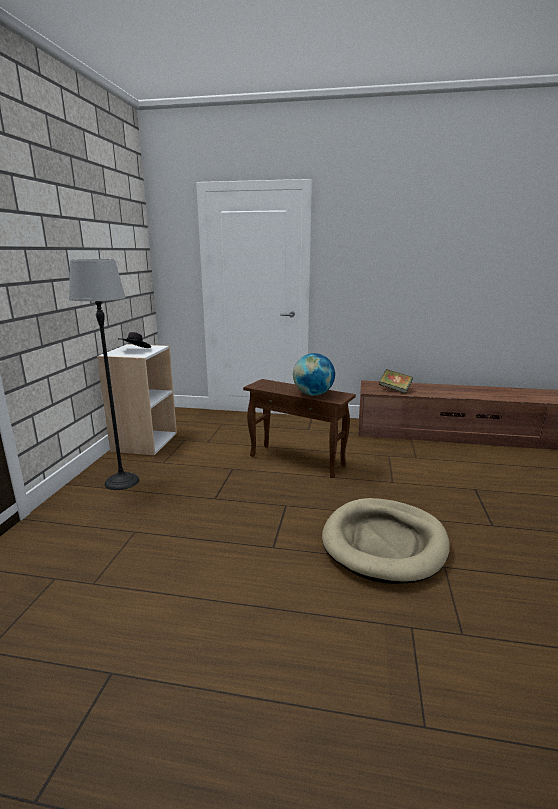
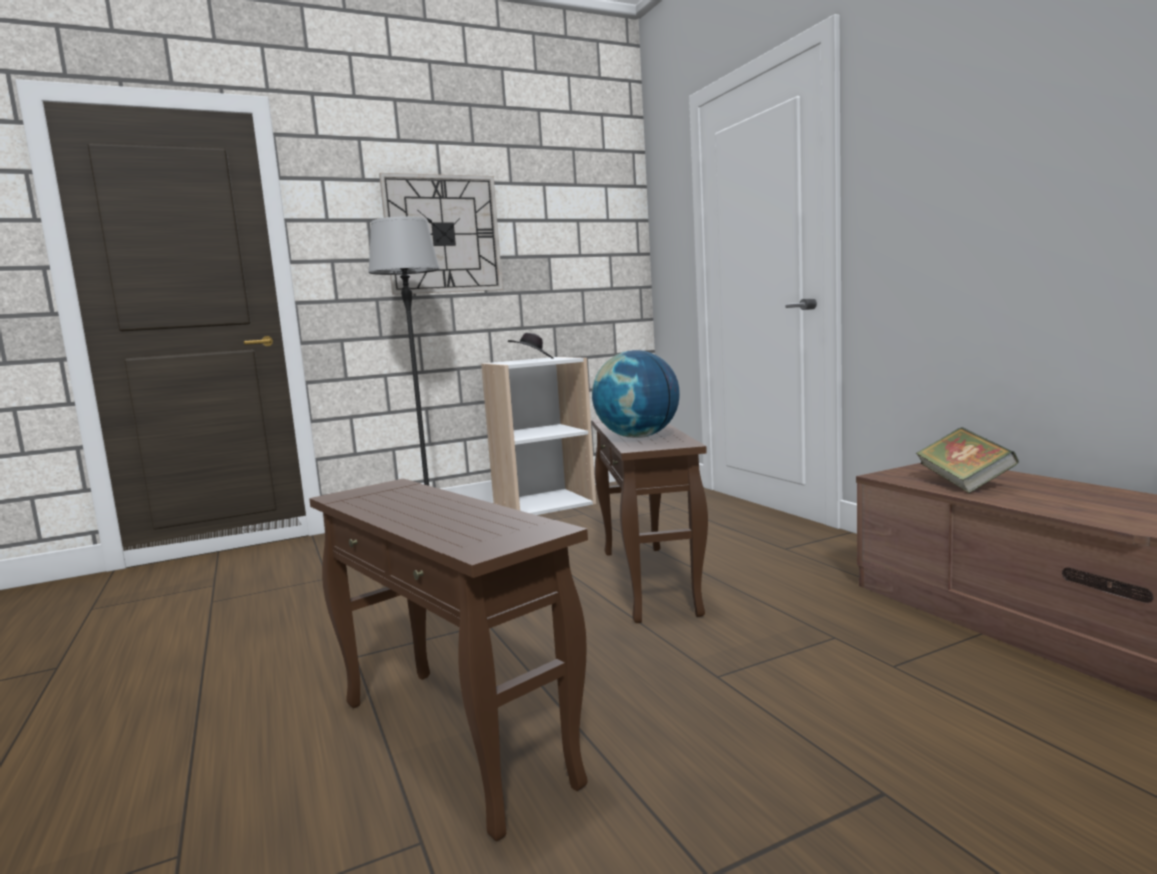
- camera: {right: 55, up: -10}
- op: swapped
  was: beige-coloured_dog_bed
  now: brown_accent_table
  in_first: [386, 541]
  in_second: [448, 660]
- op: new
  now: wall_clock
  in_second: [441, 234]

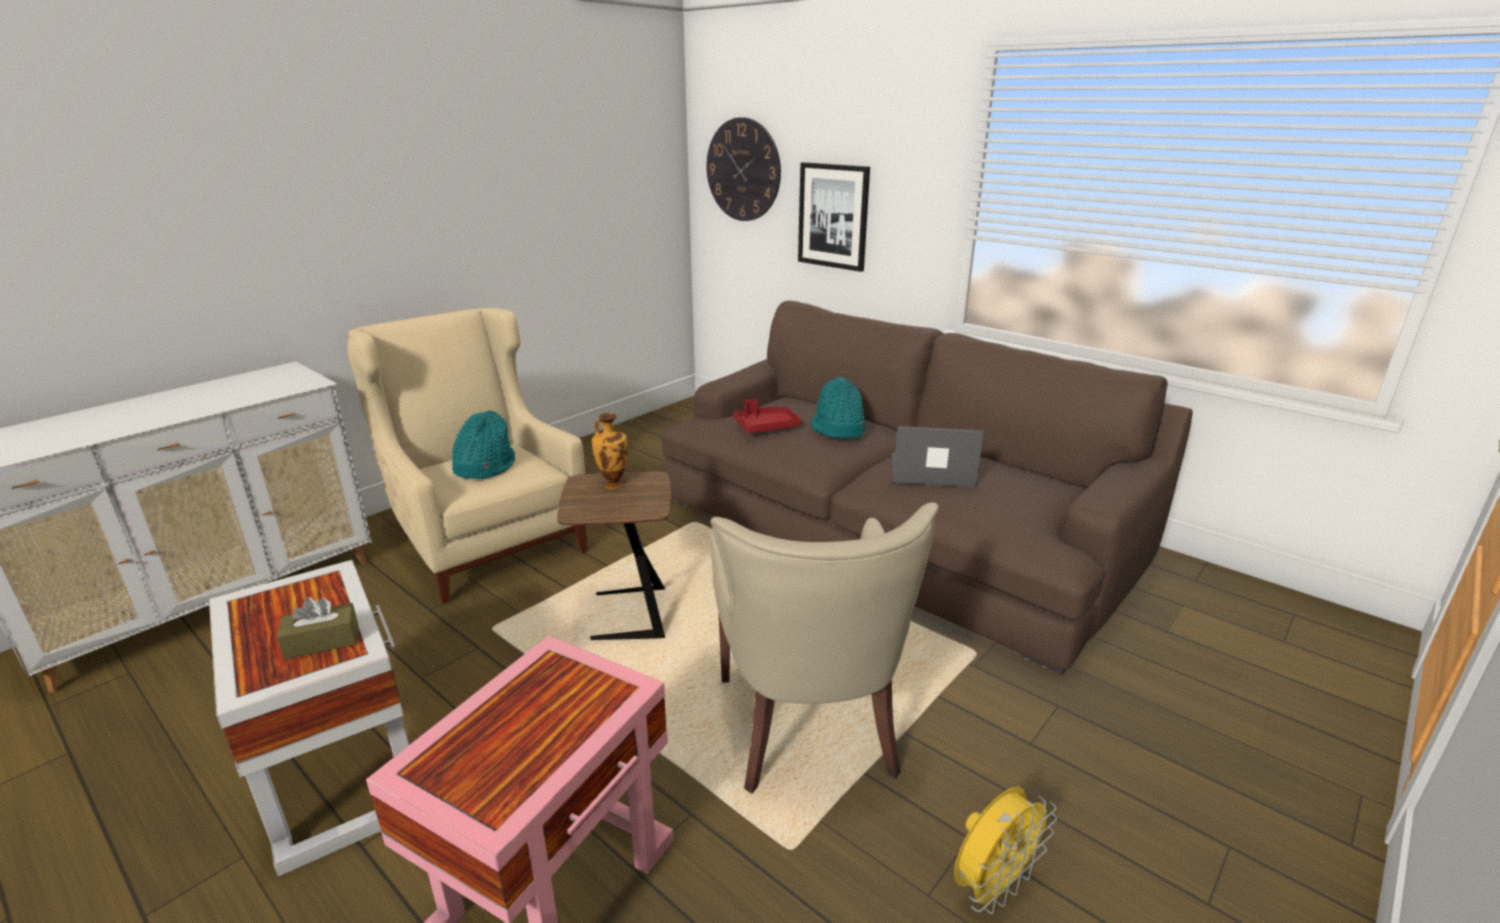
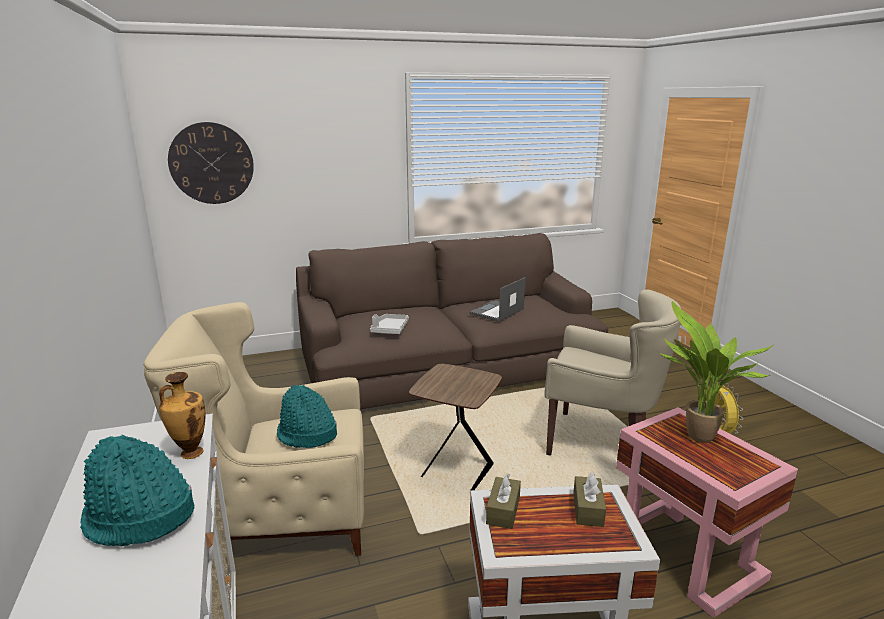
- camera: {right: -60, up: -5}
- op: shifted
  was: decorative_vase
  in_first: [610, 451]
  in_second: [182, 415]
- op: repainted
  was: reddish_tray
  now: grey_tray
  in_first: [767, 416]
  in_second: [389, 324]
- op: gone
  was: wall_picture
  in_first: [834, 217]
- op: shifted
  was: blue-green_hat
  in_first: [838, 407]
  in_second: [137, 491]
- op: new
  now: brown_box_of_tissues
  in_second: [503, 501]
- op: new
  now: houseplant
  in_second: [715, 372]

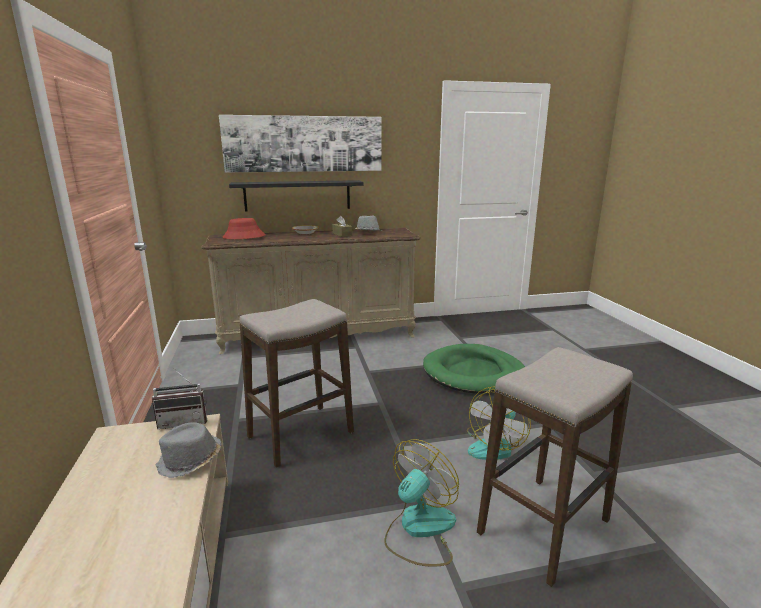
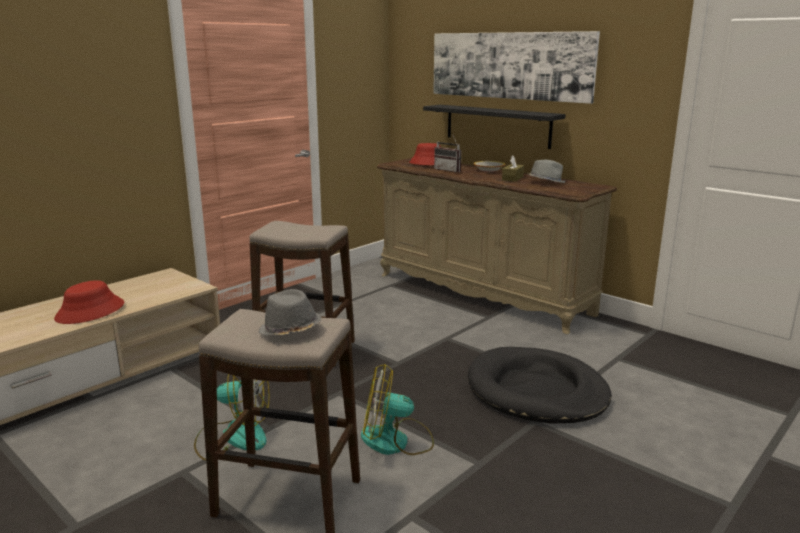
- camera: {right: 55, up: 0}
- op: shifted
  was: radio
  in_first: [179, 398]
  in_second: [448, 154]
- op: shifted
  was: grey_hat
  in_first: [188, 450]
  in_second: [289, 312]
- op: repainted
  was: green_dog_bed
  now: black_dog_bed
  in_first: [474, 369]
  in_second: [540, 385]
- op: new
  now: reddish_hat
  in_second: [89, 302]

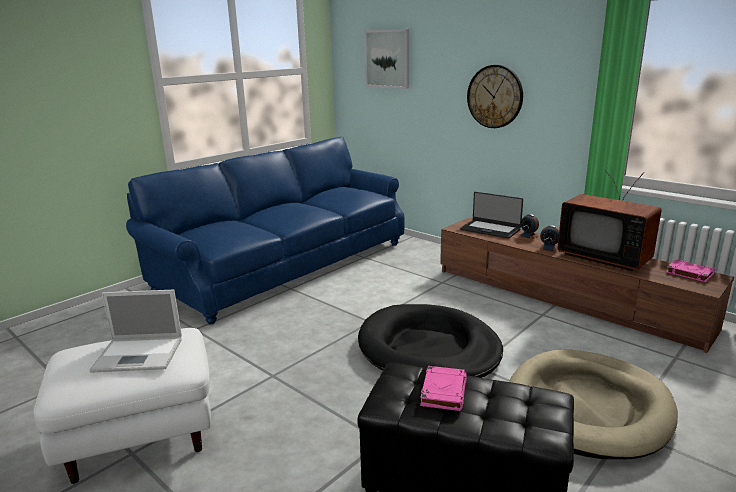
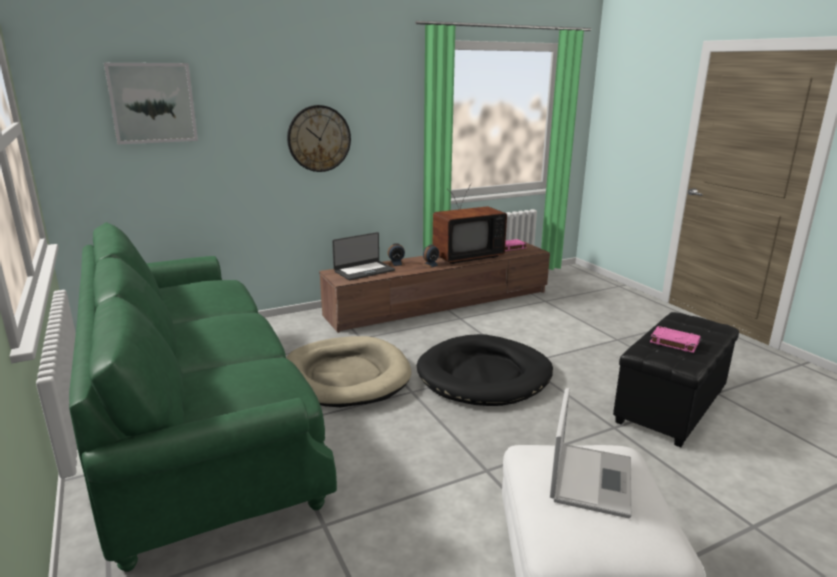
- camera: {right: -70, up: 0}
- op: repainted
  was: blue_sofa
  now: green_sofa
  in_first: [265, 230]
  in_second: [203, 397]
- op: shifted
  was: beige-coloured_dog_bed
  in_first: [593, 404]
  in_second: [348, 371]

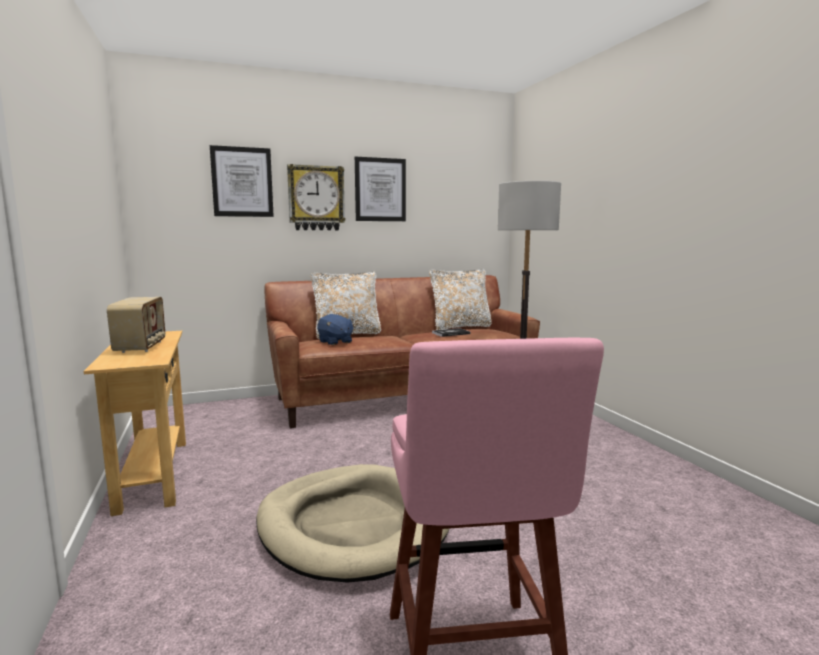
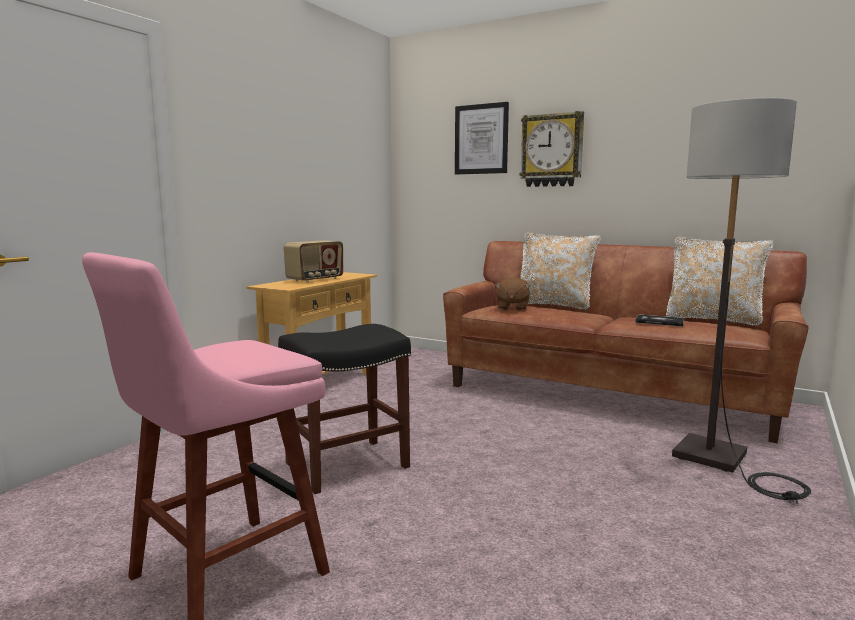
- camera: {right: 50, up: 0}
- op: swapped
  was: beige-coloured_dog_bed
  now: black_stool
  in_first: [352, 523]
  in_second: [344, 409]
- op: repainted
  was: blue_plush_toy
  now: brown_plush_toy
  in_first: [335, 329]
  in_second: [513, 294]
- op: gone
  was: wall_picture
  in_first: [380, 189]

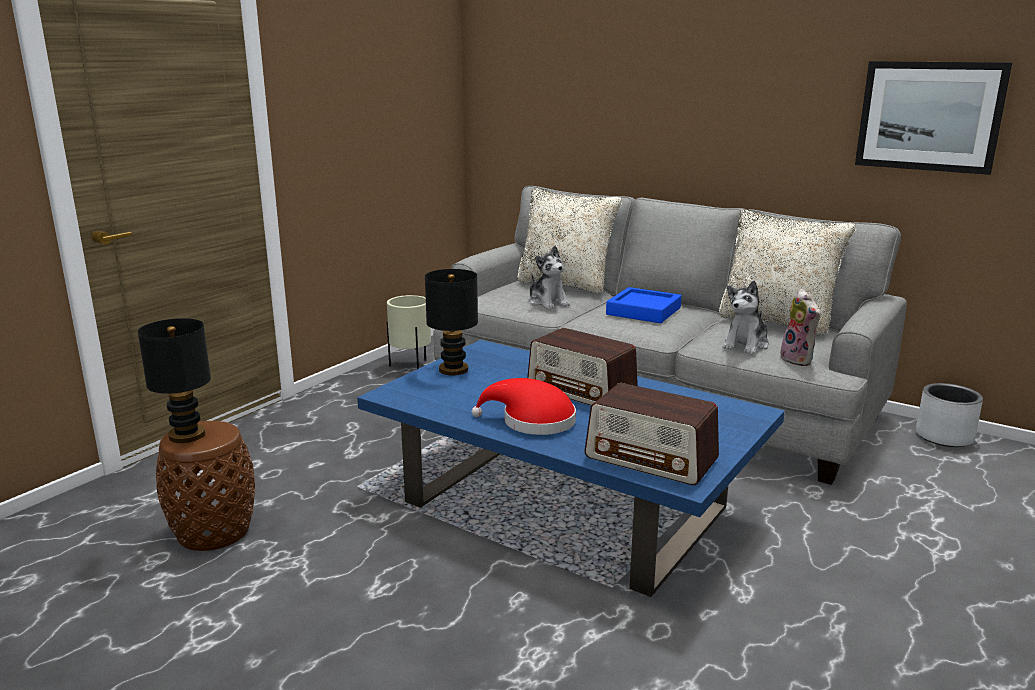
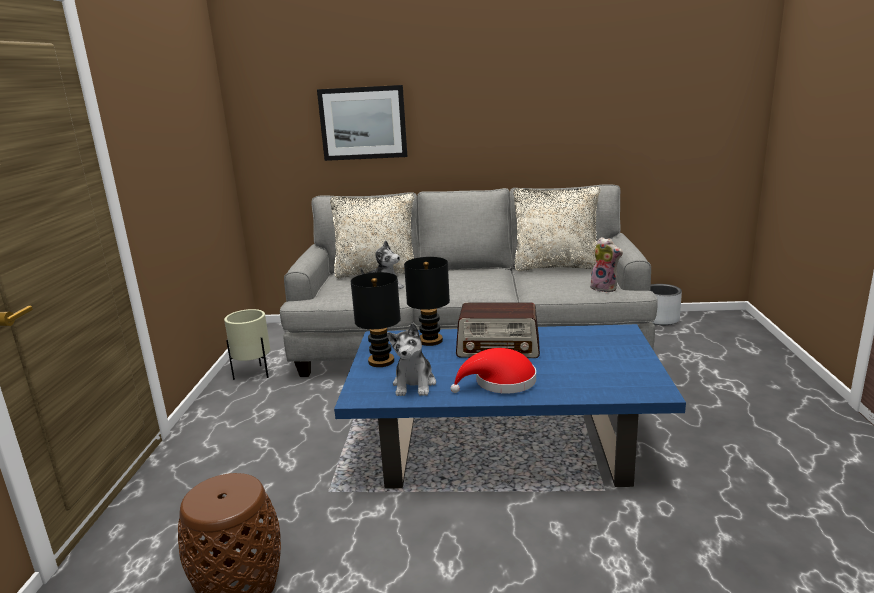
- camera: {right: -30, up: 0}
- op: shifted
  was: black_table_lamp
  in_first: [174, 380]
  in_second: [427, 301]
- op: gone
  was: radio
  in_first: [651, 434]
- op: gone
  was: blue_tray
  in_first: [644, 305]
- op: shifted
  was: plush_toy
  in_first: [746, 318]
  in_second: [411, 359]
- op: shifted
  was: wall_picture
  in_first: [933, 118]
  in_second: [362, 123]

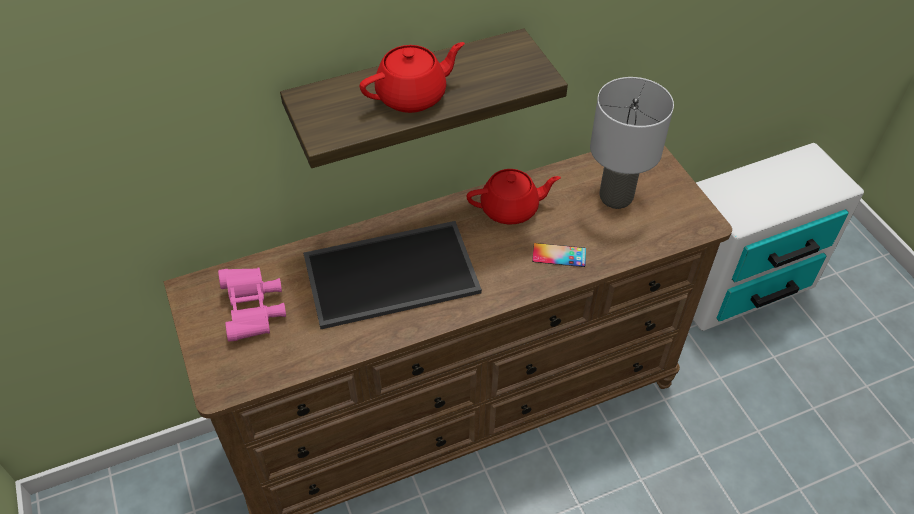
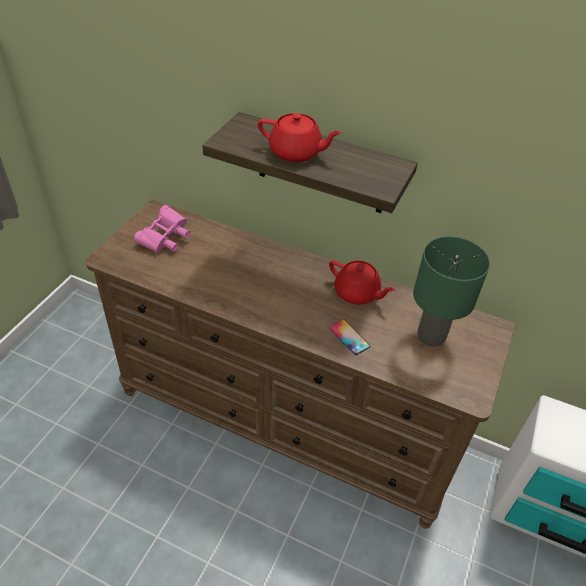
- camera: {right: 45, up: -5}
- op: gone
  was: tray
  in_first: [392, 275]
- op: repainted
  was: whitish_table_lamp
  now: green_table_lamp
  in_first: [632, 143]
  in_second: [451, 291]

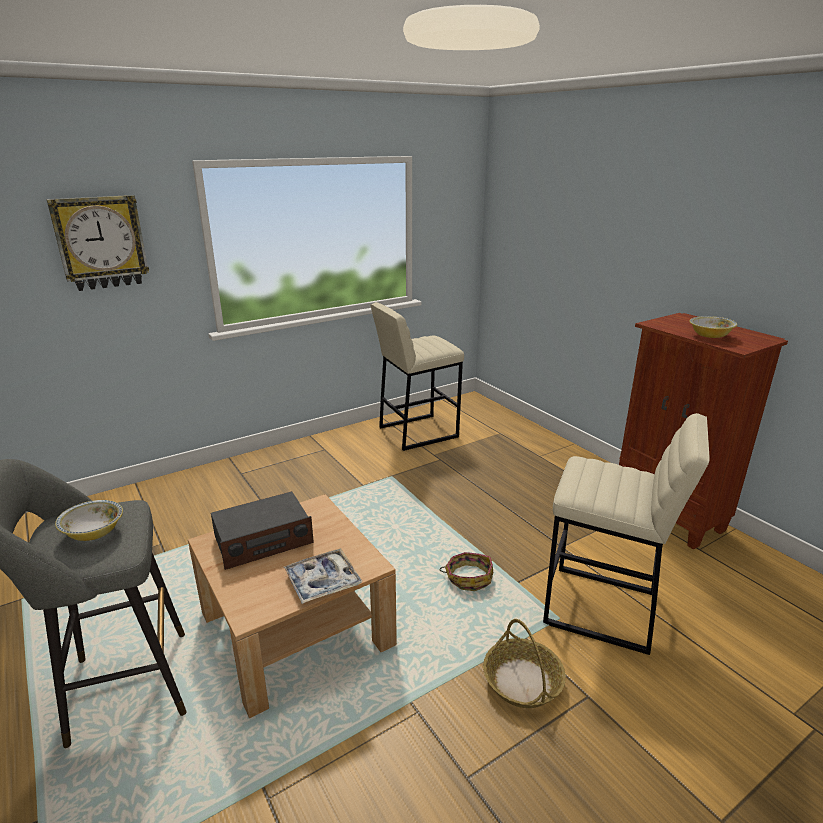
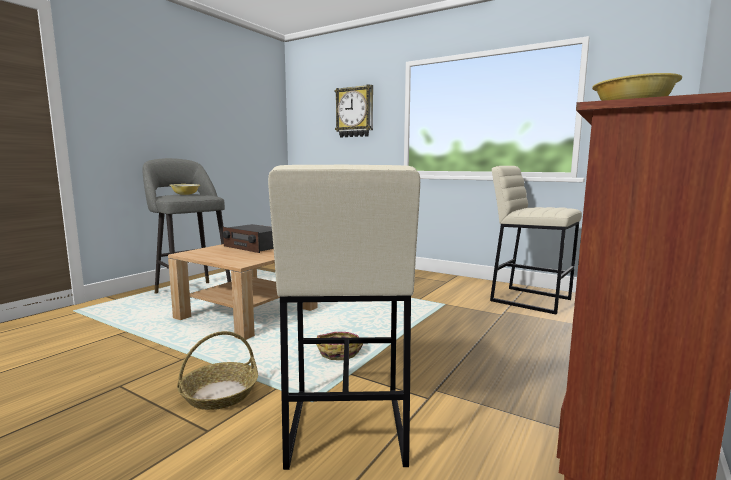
- camera: {right: 65, up: -15}
- op: gone
  was: tray
  in_first: [323, 576]

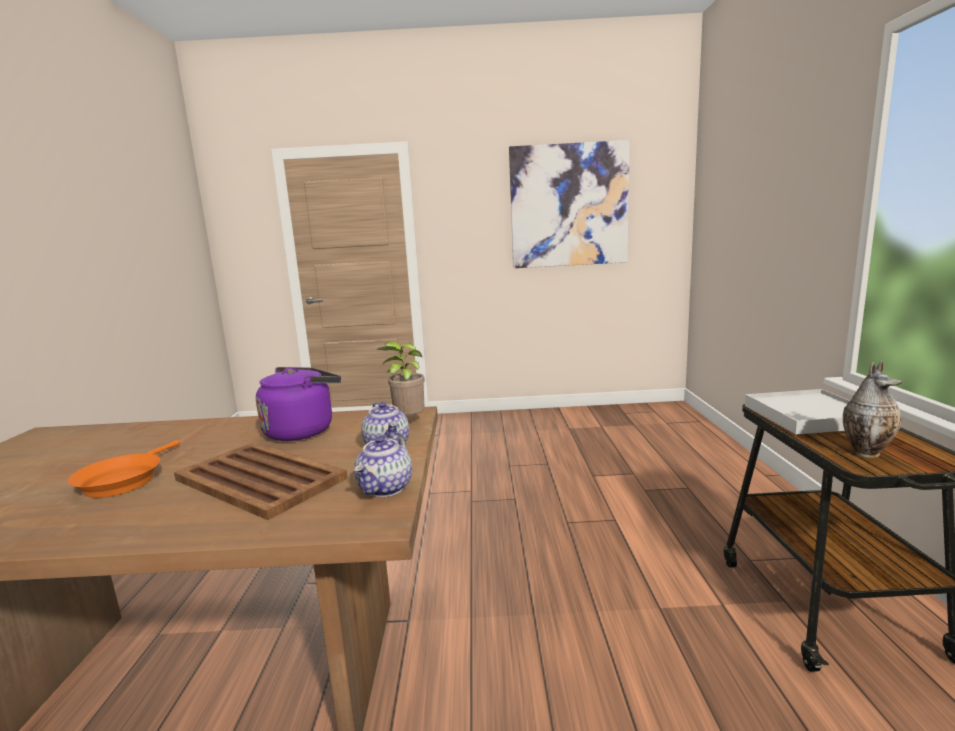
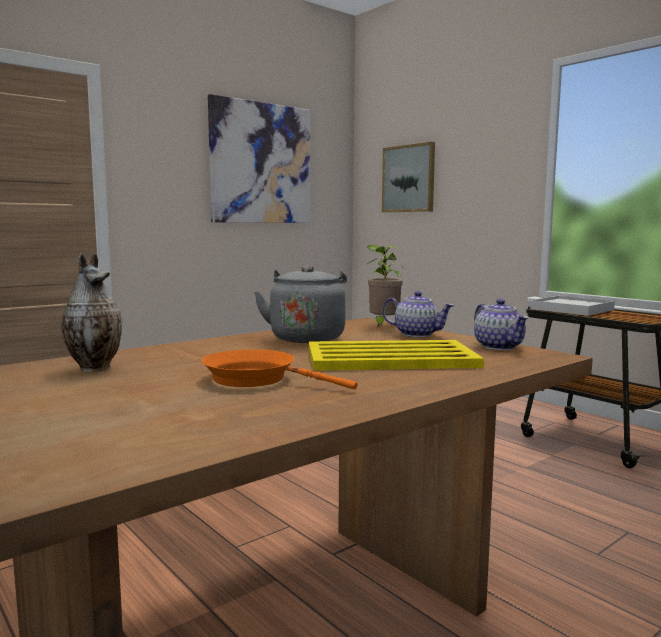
- camera: {right: -40, up: -5}
- op: rotated
  was: orangey_frying_pan
  in_first: [124, 469]
  in_second: [279, 369]
  clockwise: 150
- op: repainted
  was: brown_tray
  now: yellow-coloured_tray
  in_first: [261, 481]
  in_second: [396, 355]
- op: repainted
  was: purple-coloured_kettle
  now: grey_kettle
  in_first: [298, 404]
  in_second: [300, 304]
- op: shifted
  was: decorative_vase
  in_first: [872, 409]
  in_second: [92, 312]
- op: new
  now: wall_picture
  in_second: [408, 177]

